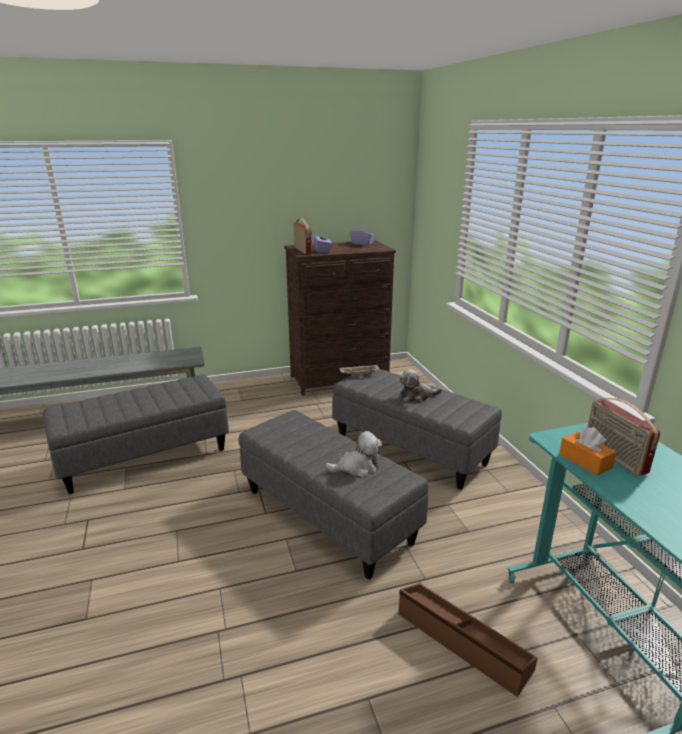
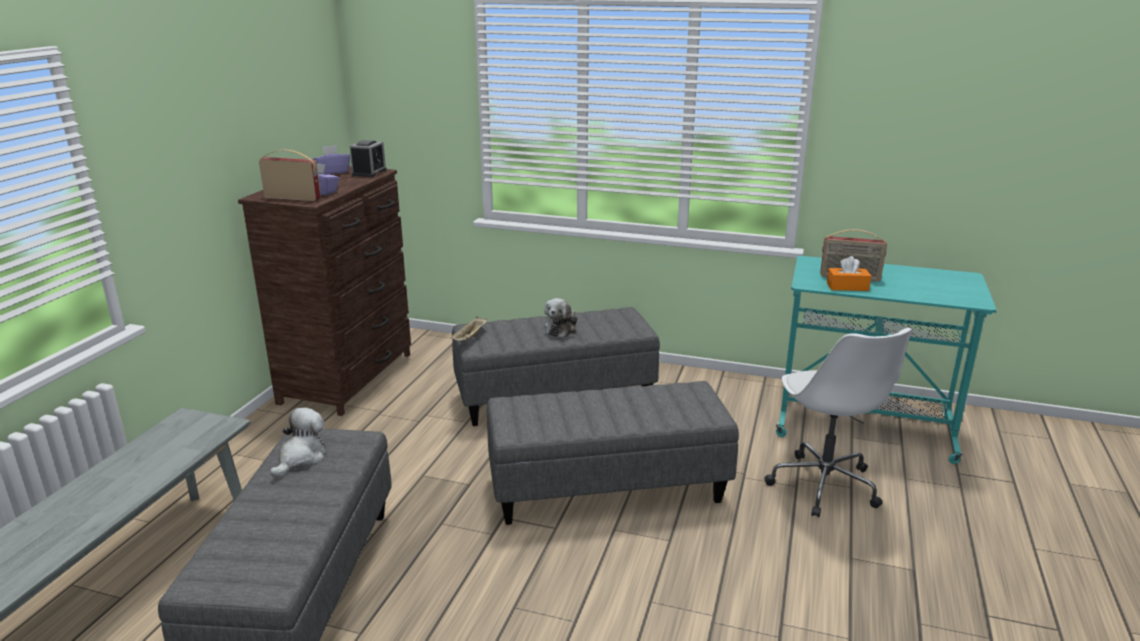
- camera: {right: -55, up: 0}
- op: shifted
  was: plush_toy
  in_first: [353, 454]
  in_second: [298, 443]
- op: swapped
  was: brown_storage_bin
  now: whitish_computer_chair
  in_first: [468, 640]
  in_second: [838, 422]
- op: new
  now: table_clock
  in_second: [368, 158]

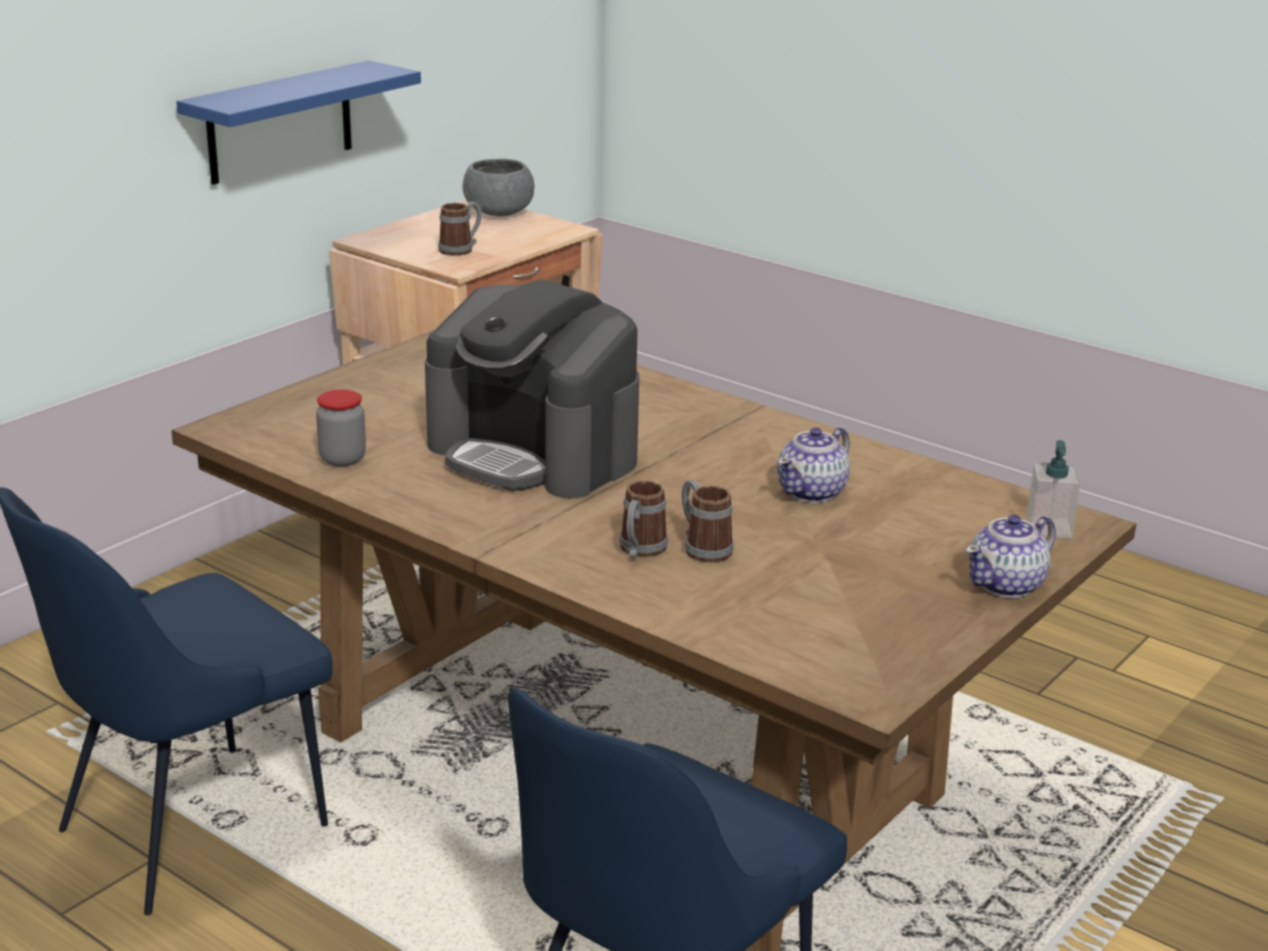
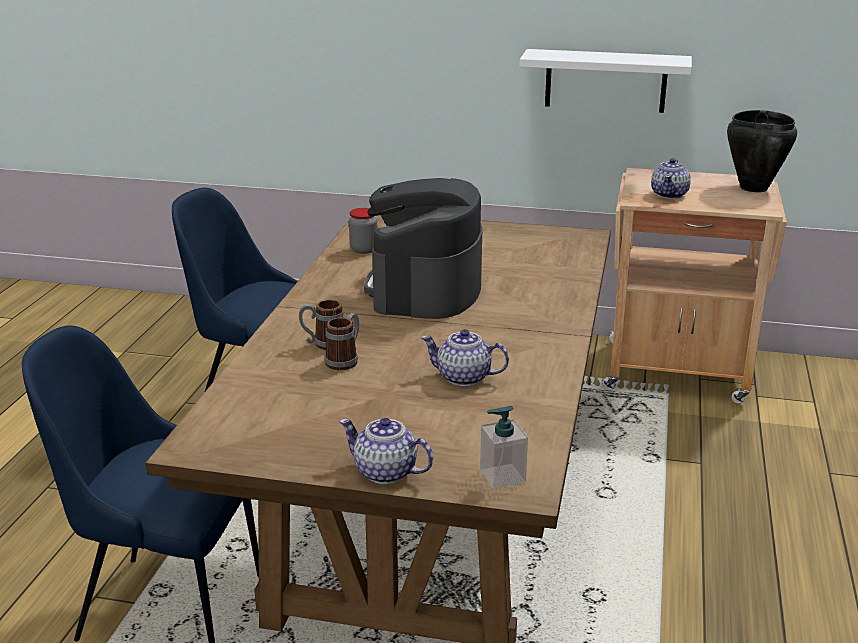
- camera: {right: 65, up: 0}
- op: repainted
  was: blue_bracket_shelf
  now: whitish_bracket_shelf
  in_first: [298, 122]
  in_second: [605, 81]
- op: swapped
  was: tea_mug
  now: teapot
  in_first: [460, 229]
  in_second: [671, 178]
- op: swapped
  was: grey_serving_bowl
  now: black_cooking_pot
  in_first: [498, 187]
  in_second: [762, 151]

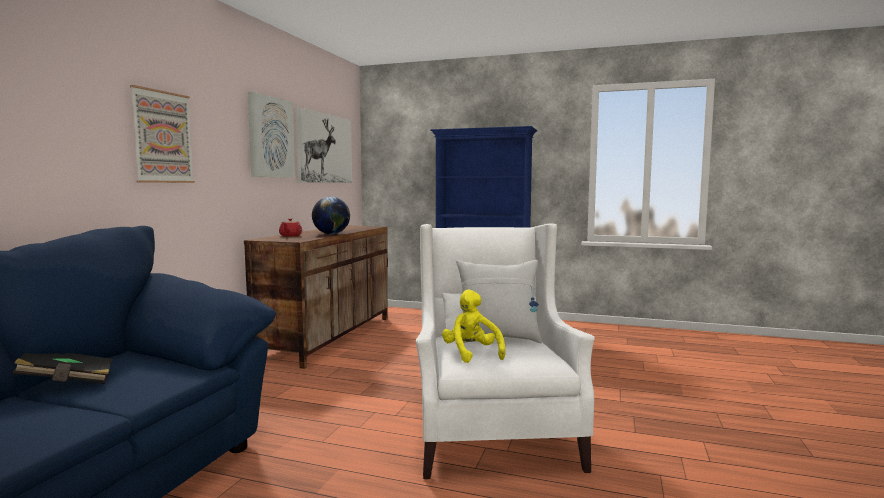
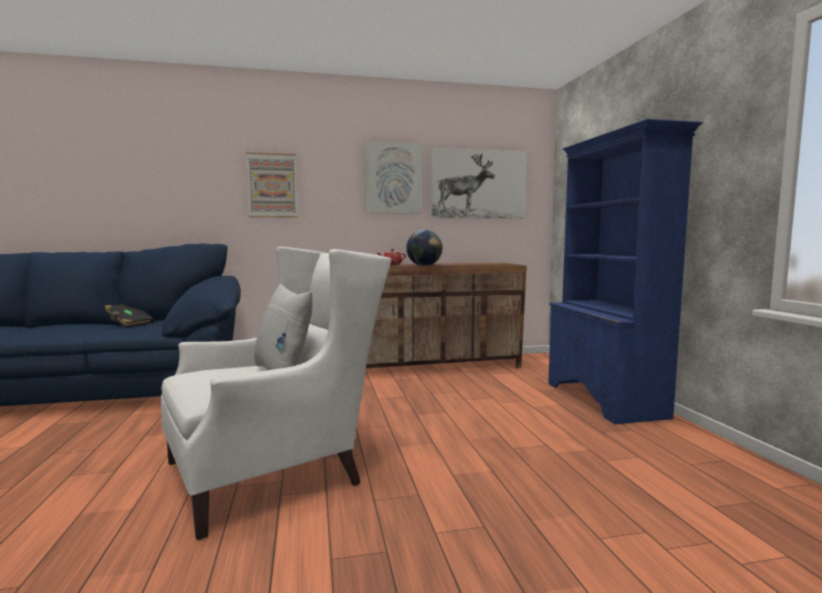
- camera: {right: 60, up: 0}
- op: gone
  was: yellow-coloured_plush_toy
  in_first: [474, 326]

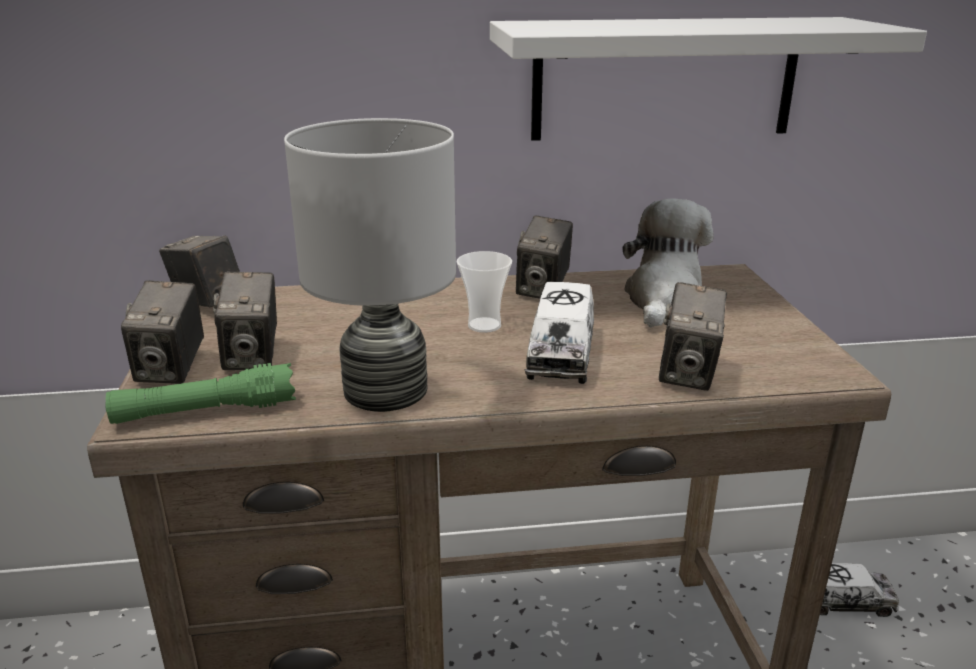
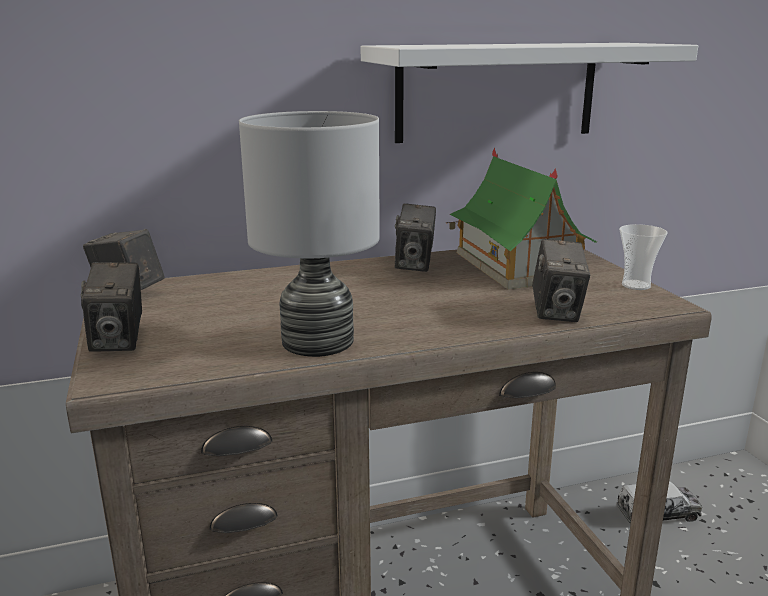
- camera: {right: -10, up: -5}
- op: gone
  was: green_hand_torch
  in_first: [200, 393]
- op: gone
  was: still_camera
  in_first: [245, 320]
- op: shifted
  was: cup
  in_first: [484, 292]
  in_second: [643, 257]
- op: gone
  was: toy_truck
  in_first: [559, 333]
- op: swapped
  was: plush_toy
  now: miniature_house
  in_first: [668, 262]
  in_second: [521, 218]

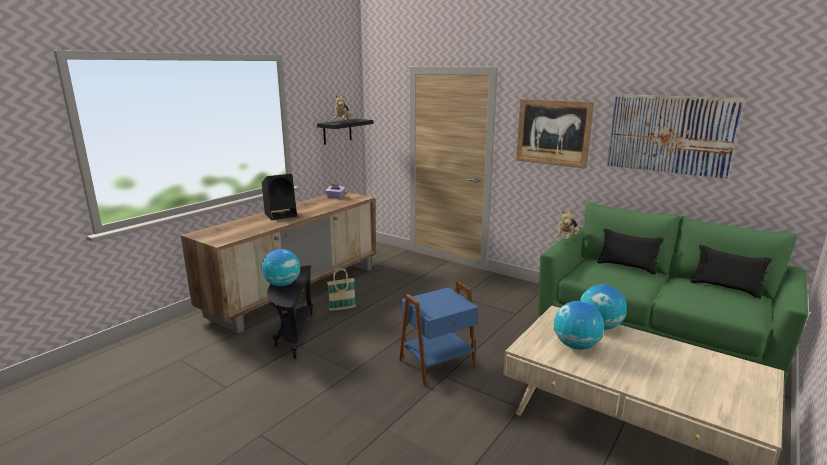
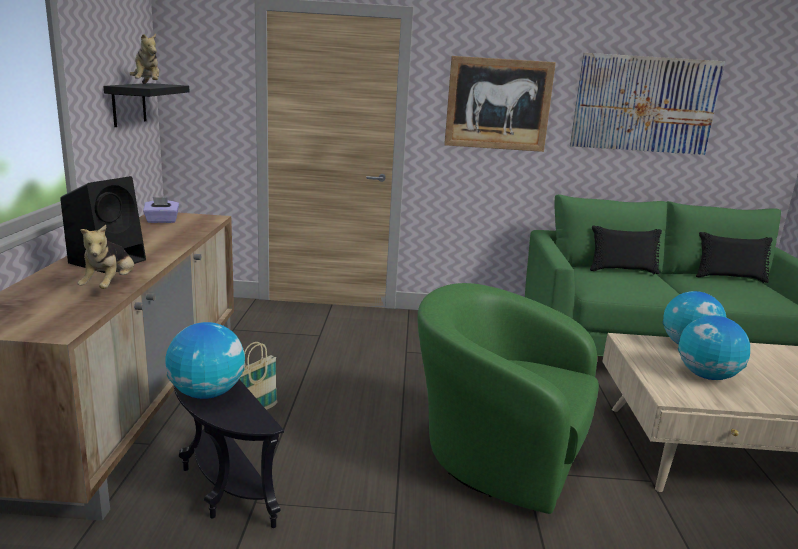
- camera: {right: -35, up: 0}
- op: swapped
  was: blue_accent_table
  now: green_armchair
  in_first: [438, 334]
  in_second: [508, 398]
- op: shifted
  was: plush_toy
  in_first: [567, 225]
  in_second: [106, 257]

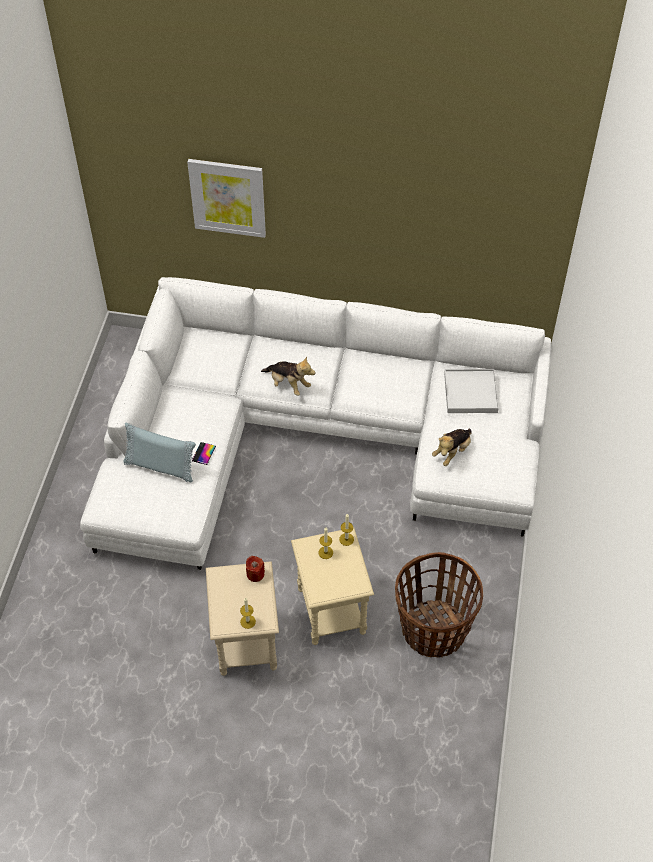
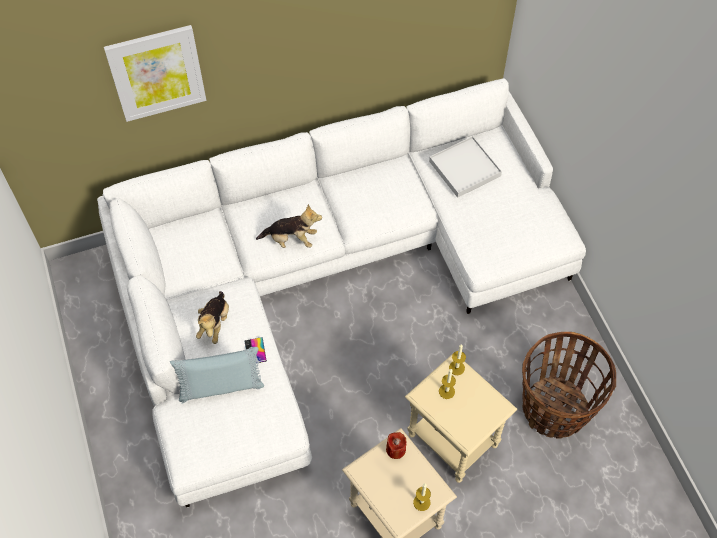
- camera: {right: -30, up: 5}
- op: shifted
  was: plush_toy
  in_first: [452, 447]
  in_second: [212, 317]

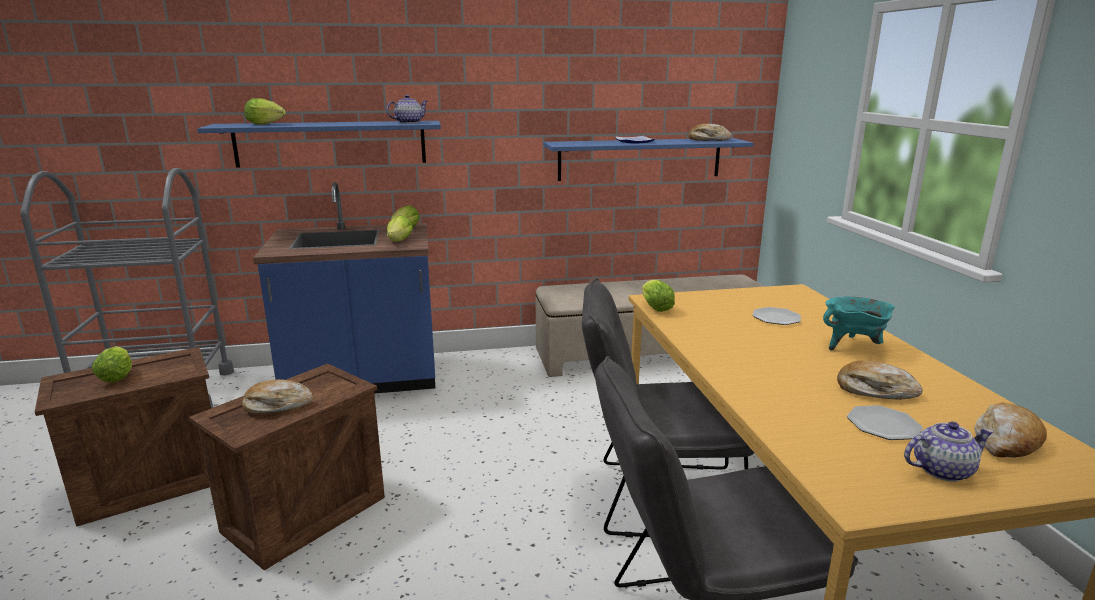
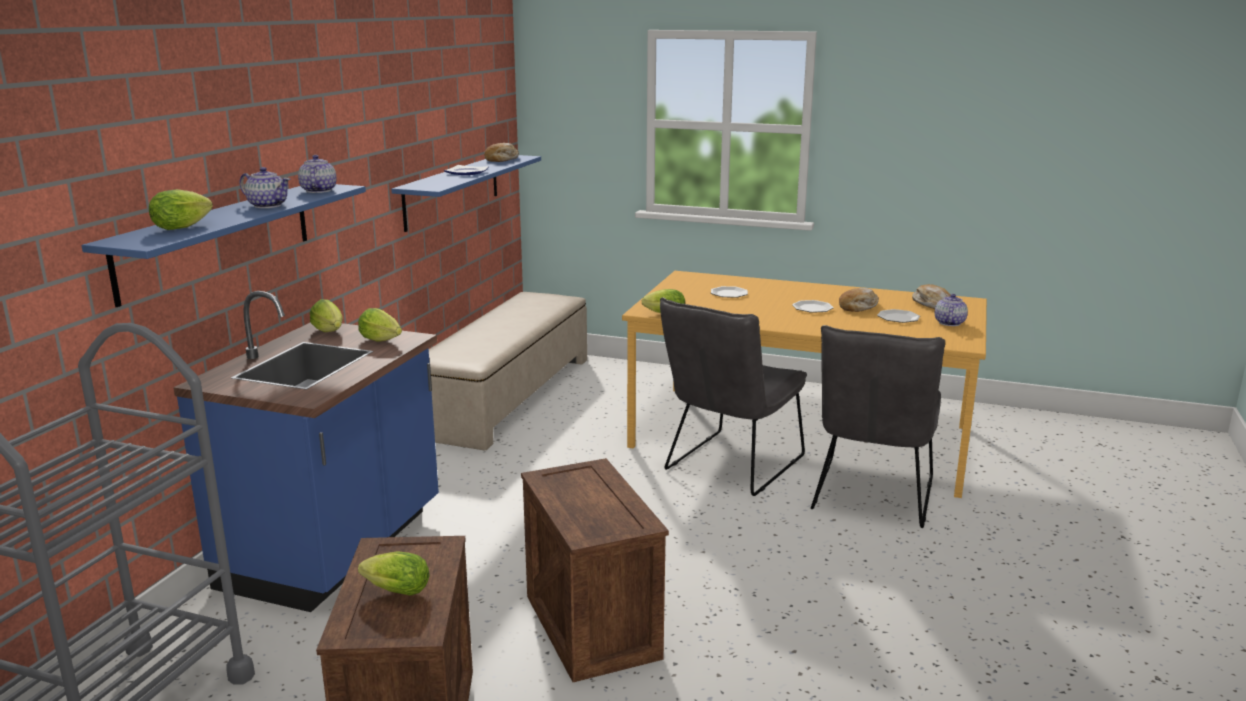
- camera: {right: -60, up: 0}
- op: gone
  was: baked_bread
  in_first: [277, 396]
- op: gone
  was: blue-green_cooking_pot
  in_first: [859, 323]
- op: new
  now: teapot
  in_second: [265, 187]
- op: new
  now: flat_dish
  in_second: [813, 306]

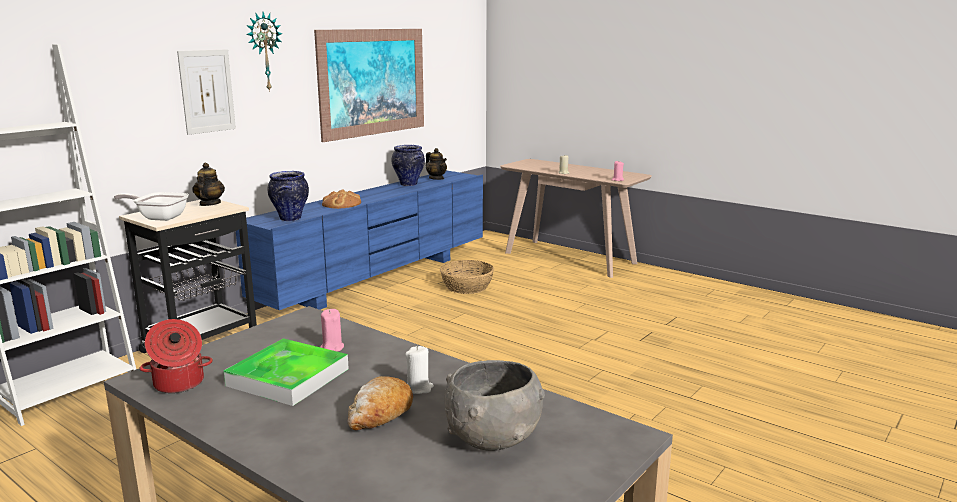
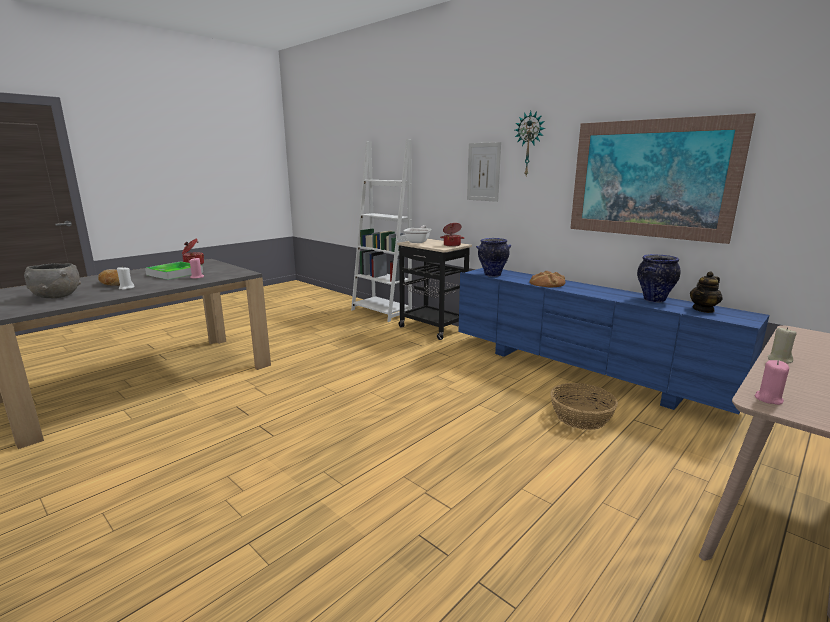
- camera: {right: 95, up: 0}
- op: swapped
  was: teapot
  now: cooking_pot
  in_first: [208, 184]
  in_second: [452, 235]

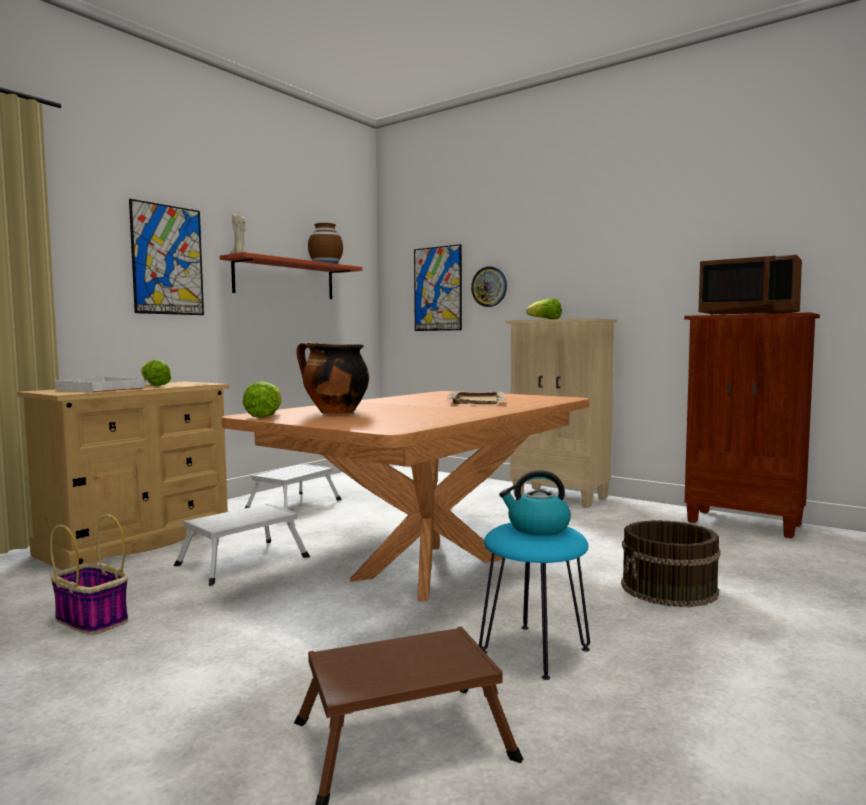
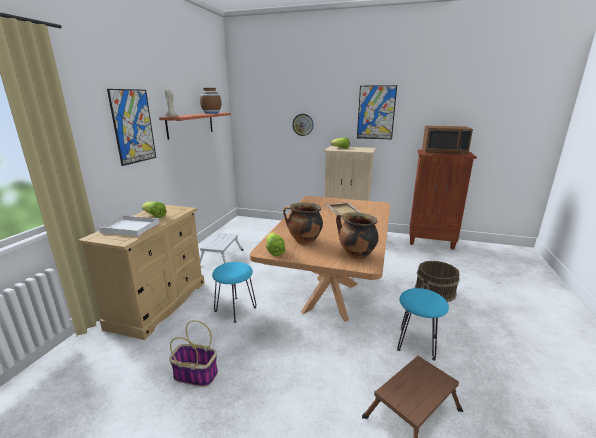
- camera: {right: -20, up: 15}
- op: swapped
  was: whitish_step_ladder
  now: blue-green_stool
  in_first: [242, 544]
  in_second: [234, 292]
- op: shifted
  was: wall_picture
  in_first: [438, 287]
  in_second: [377, 112]
- op: gone
  was: kettle
  in_first: [535, 502]
- op: new
  now: cooking_pot
  in_second: [357, 235]

